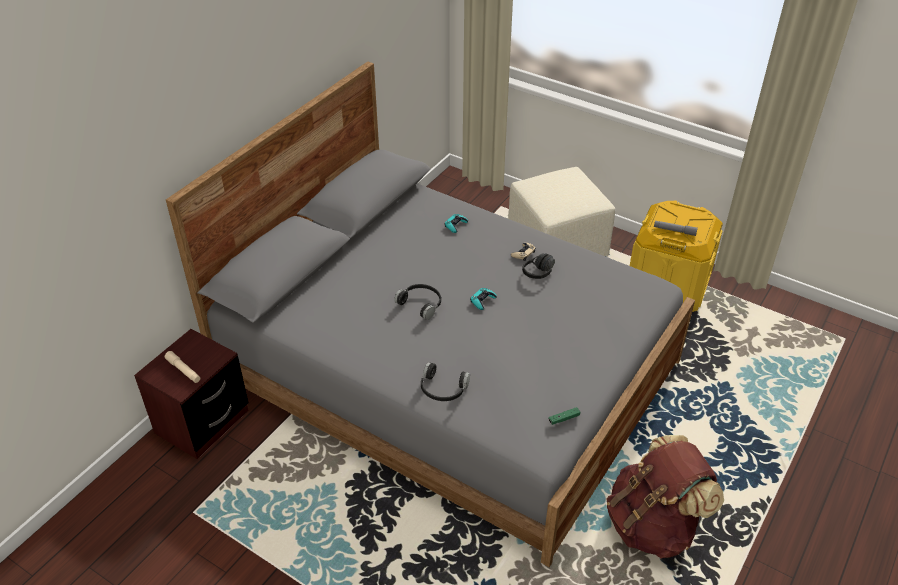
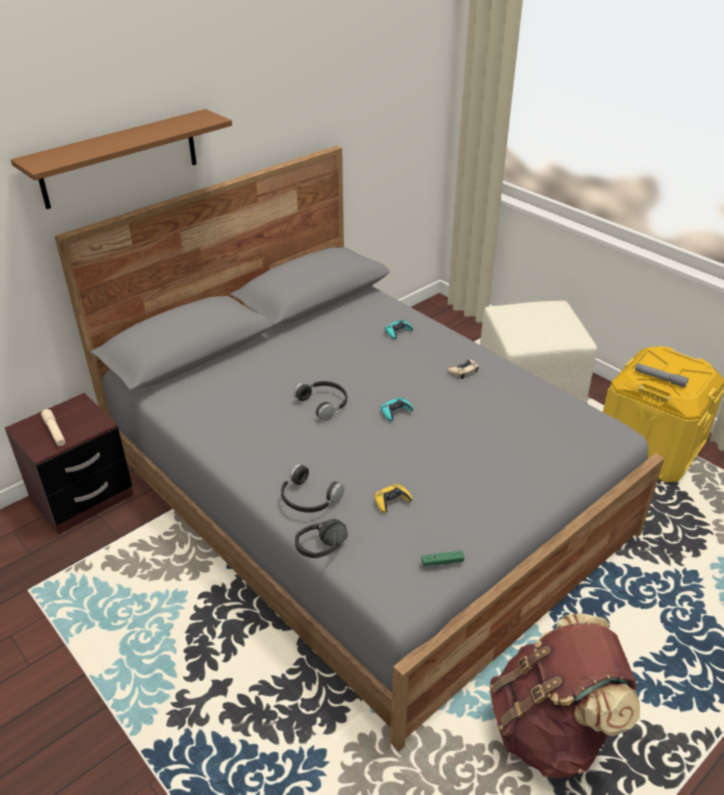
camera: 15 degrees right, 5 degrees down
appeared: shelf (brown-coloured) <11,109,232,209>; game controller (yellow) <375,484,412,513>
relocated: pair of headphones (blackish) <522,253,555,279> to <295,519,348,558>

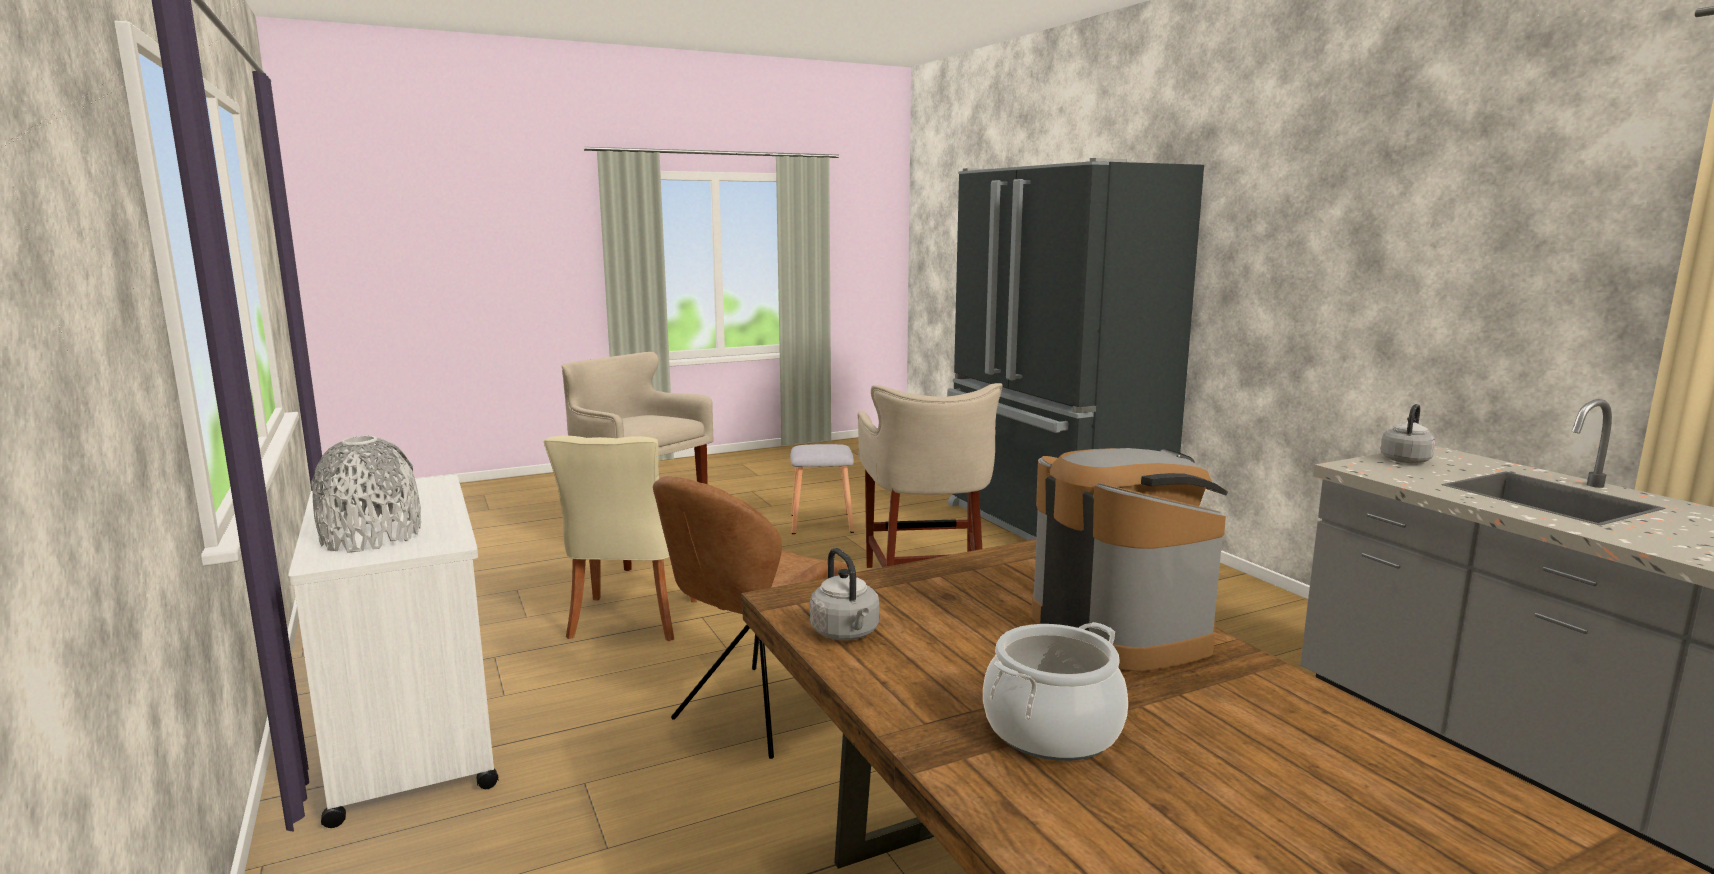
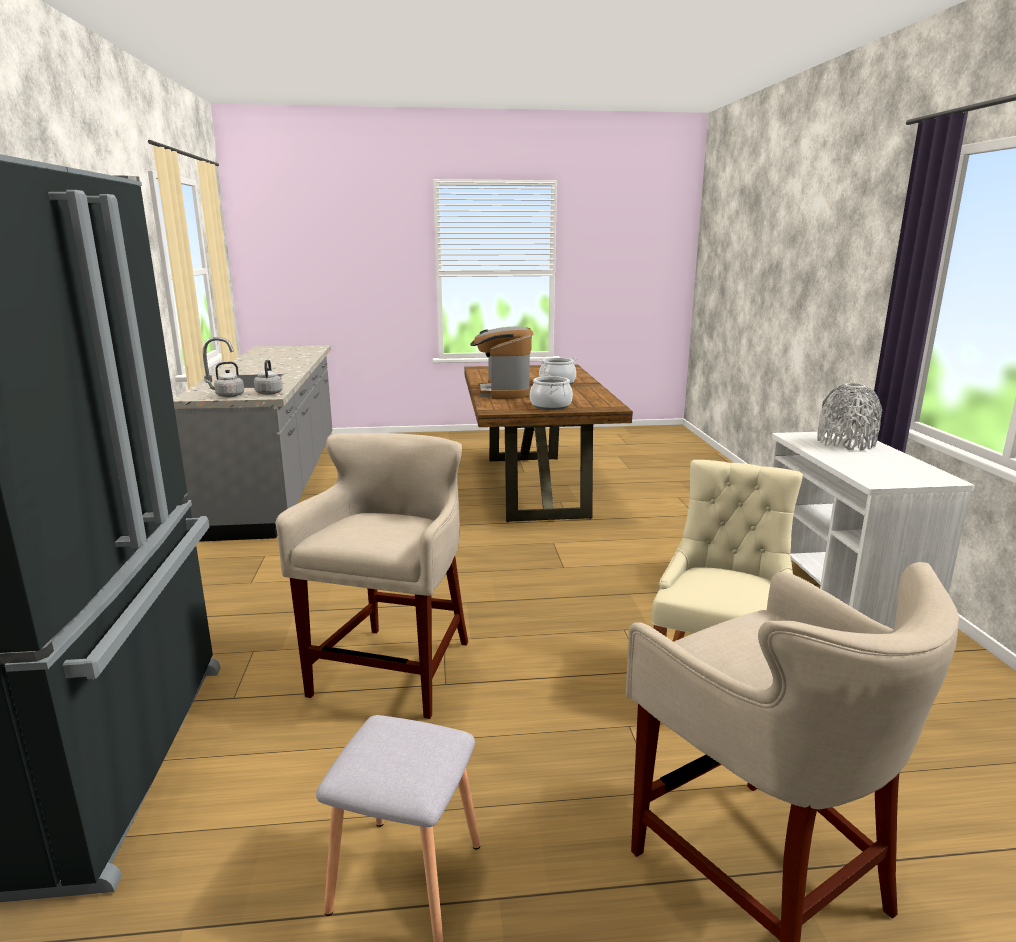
camera: 160 degrees left, 5 degrees up
missing: plain chair (brown-coloured) <653,476,848,759>
appeared: cooking pot <530,374,573,410>
relocated: water kettle (greyish) <810,548,879,640> to <254,360,283,395>

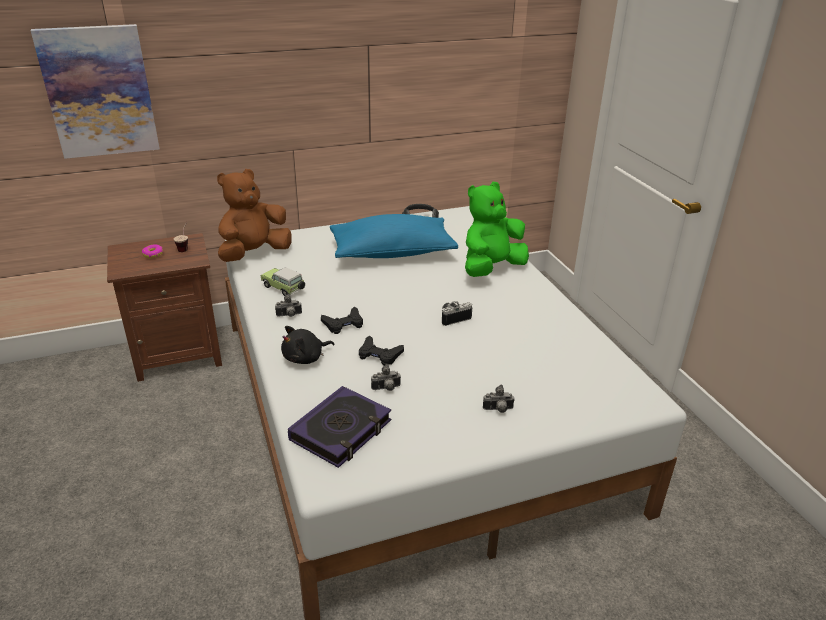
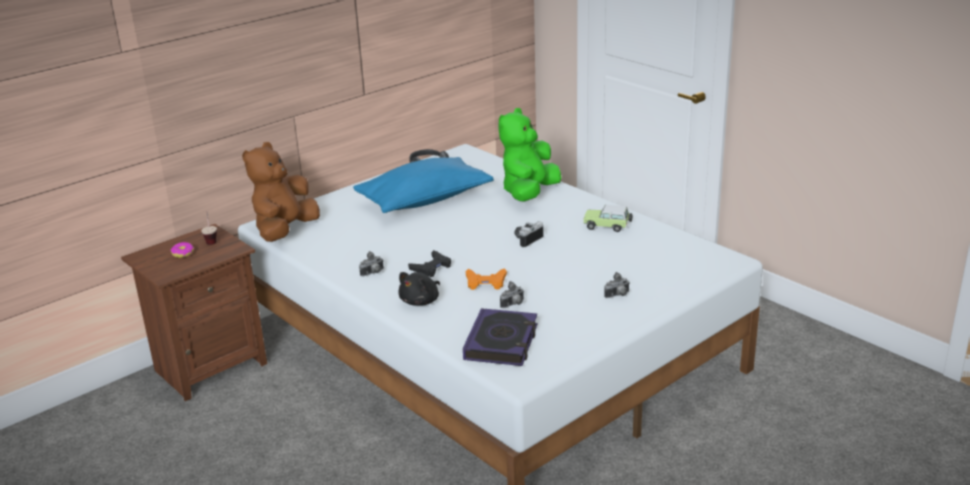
camera: 20 degrees left, 5 degrees down
missing: wall art <31,24,160,159>
relocated: miniature car <261,267,305,296> to <583,205,632,232>
colour: game controller (blackish) <359,335,404,366> to game controller (orangey) <466,268,507,290>

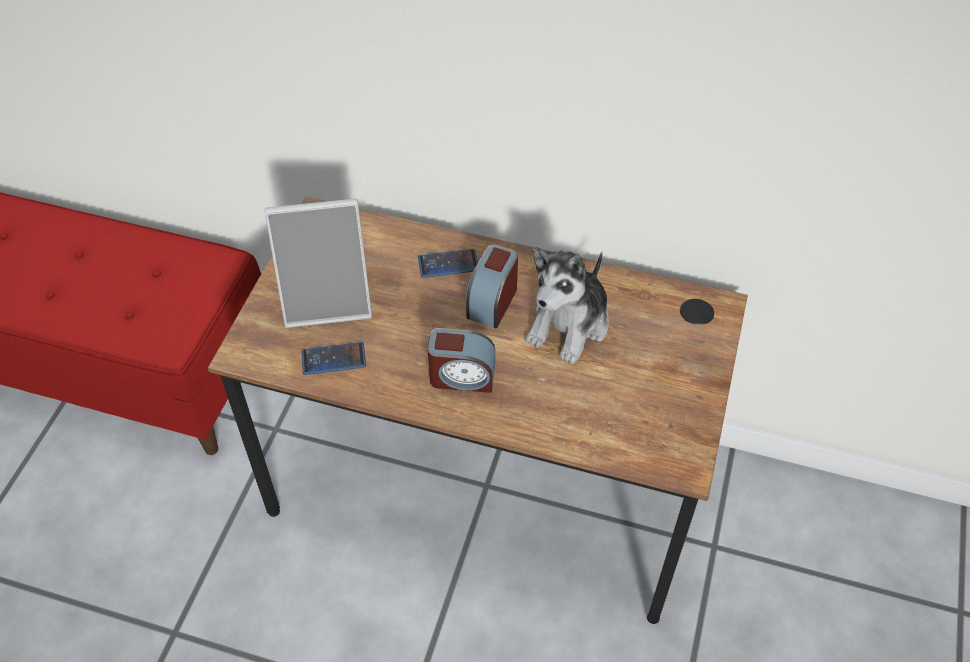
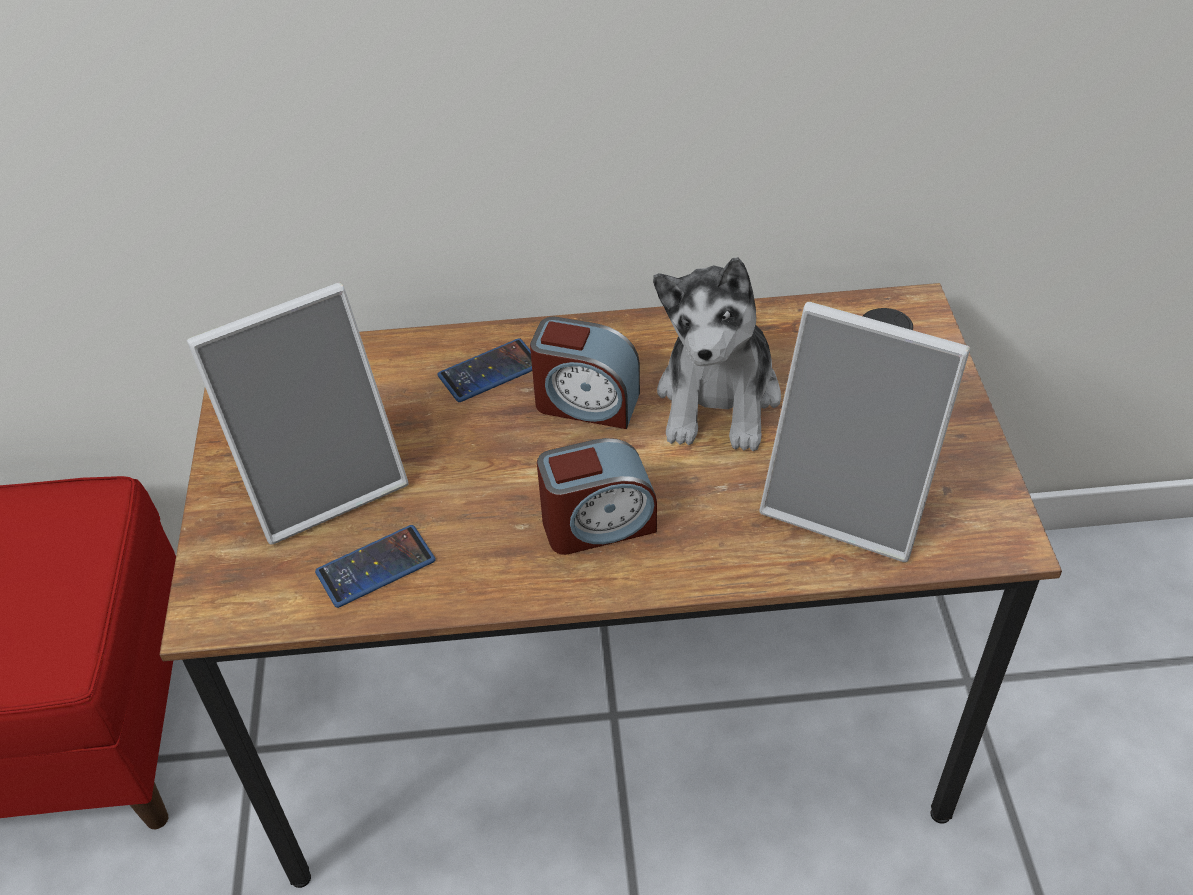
camera: 20 degrees left, 5 degrees down
appeared: picture frame <759,302,970,562>
spun: table clock <466,245,518,328> = <530,317,640,429> 75 degrees counterclockwise

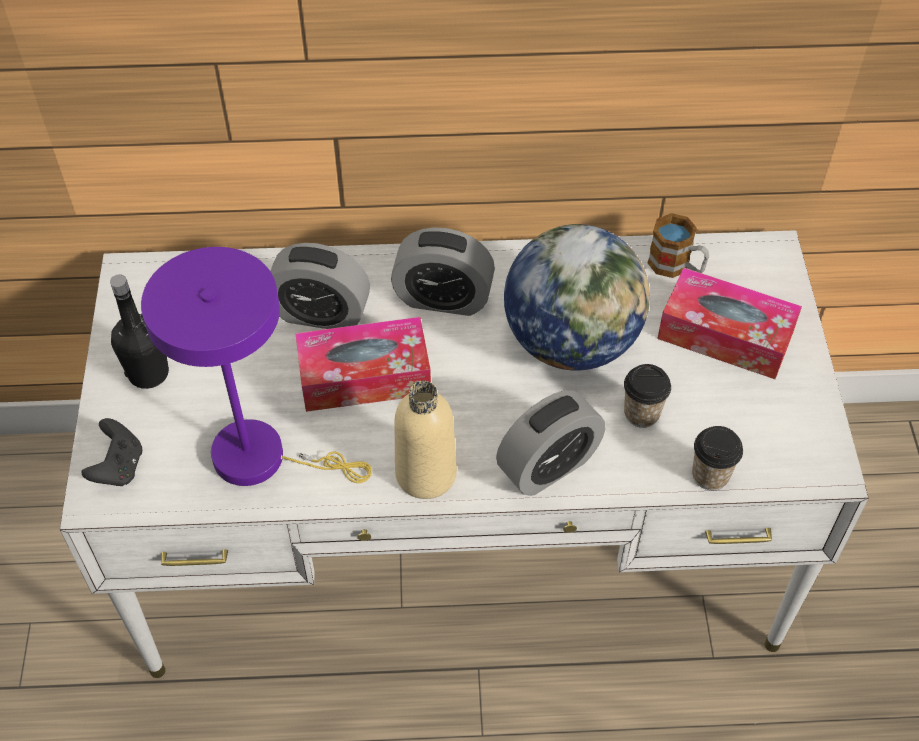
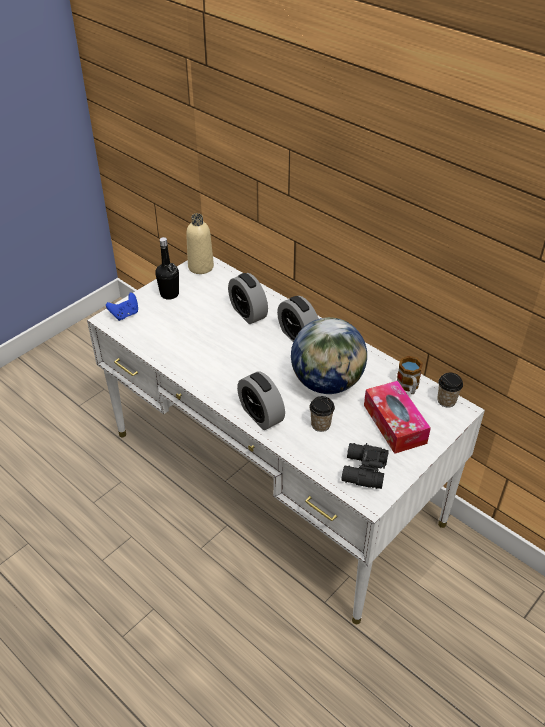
camera: 45 degrees right, 10 degrees down
missing: lamp for a table (purplish) <141,247,372,486>; tissue holder <295,317,431,412>
appeared: field glasses (blackish) <341,443,389,489>
relocated: beverage bottle (sand-coloured) <394,381,457,499> to <186,213,214,274>; small cup <692,426,743,490> to <437,373,463,408>
colour: game controller (blackish) <82,418,142,486> to game controller (blue-coloured) <106,293,138,321>
spun: table clock <496,390,605,496> = <237,371,285,430> 45 degrees clockwise

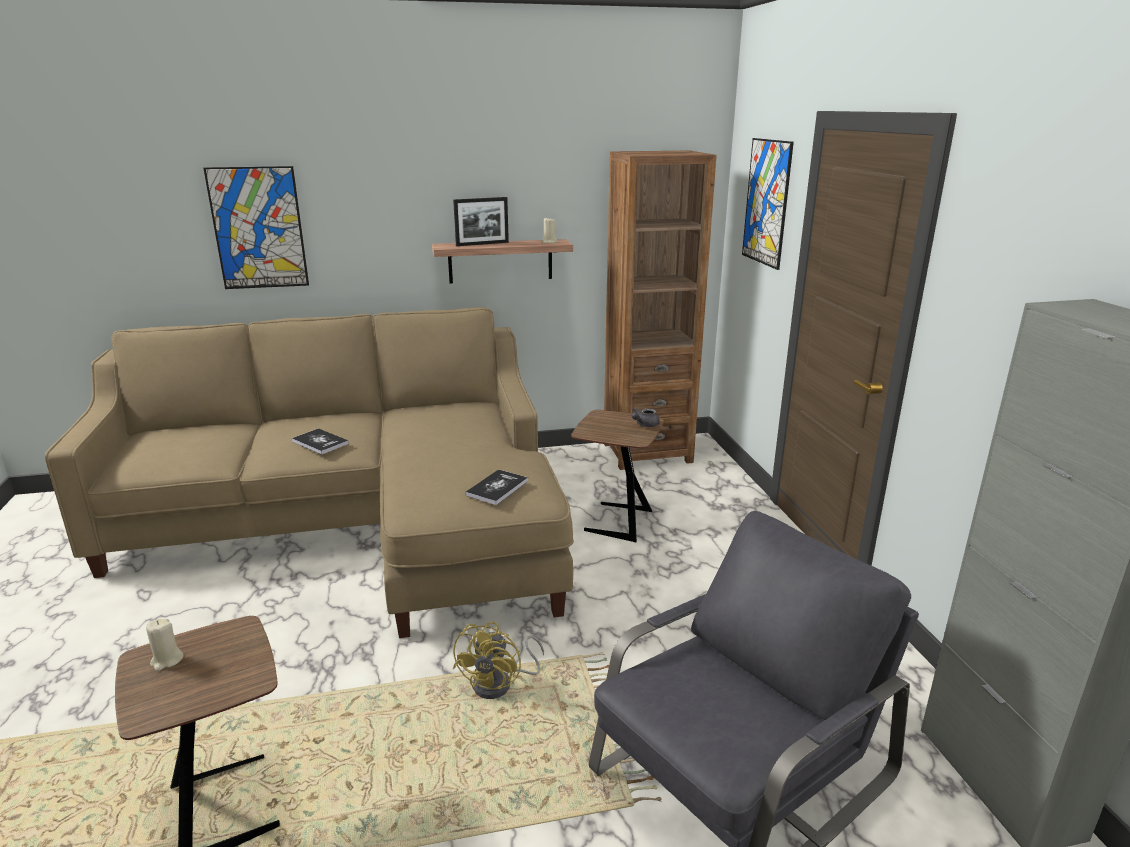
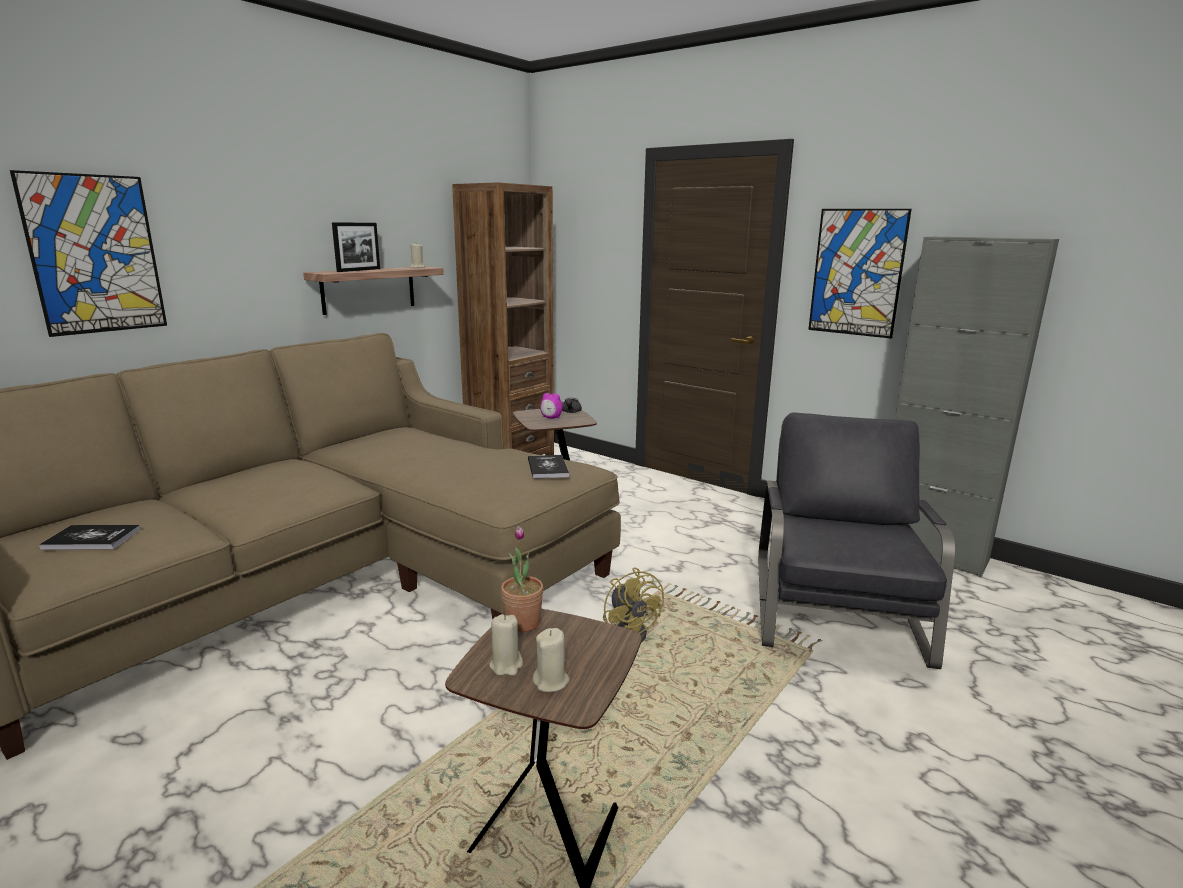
camera: 40 degrees left, 5 degrees down
appeared: table clock <540,393,563,419>; houseplant <501,526,544,632>; wax light (sand-coloured) <533,628,570,692>
relocated: wall art <742,138,794,270> to <808,209,912,339>; volume <292,428,349,455> to <39,525,141,550>

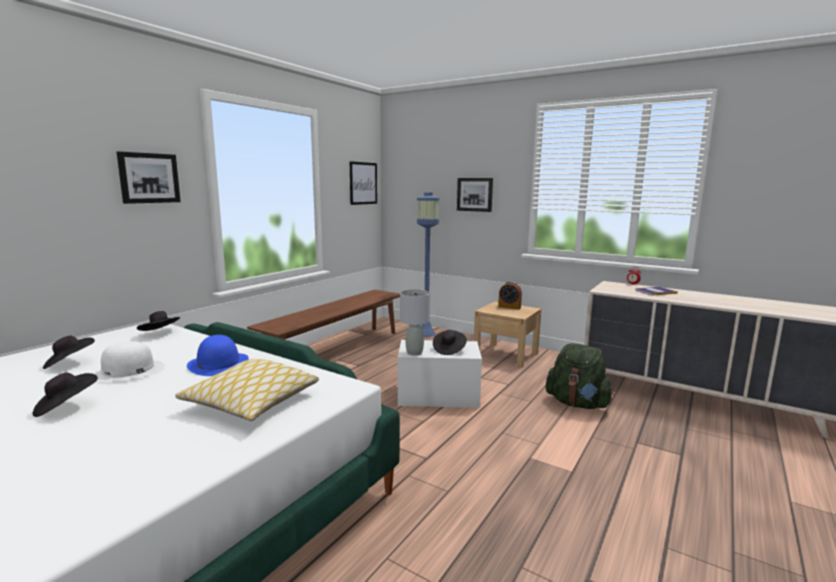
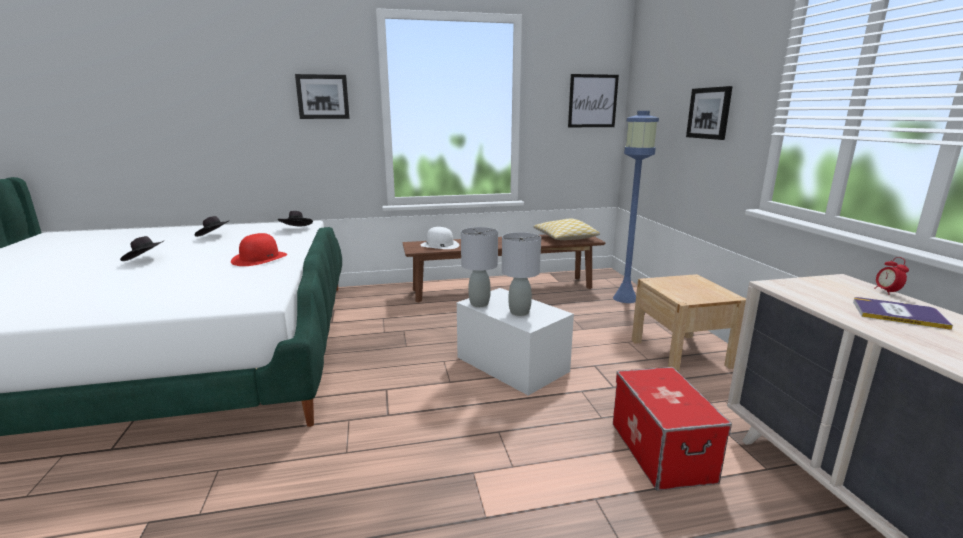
camera: 45 degrees right, 5 degrees up
missing: table clock <498,281,522,310>
relocated: wearable hat (white-coloured) <93,341,165,382> to <420,227,460,249>; throw pillow <175,359,319,421> to <533,219,600,240>
exchanged: wearable hat (blackish) <433,330,467,355> to lamp for a table (greyish) <502,232,541,316>; knapsack (green-coloured) <546,343,614,409> to storage box <613,367,732,491>
colour: wearable hat (blue-coloured) <187,335,249,376> to wearable hat (red) <231,233,287,266>

